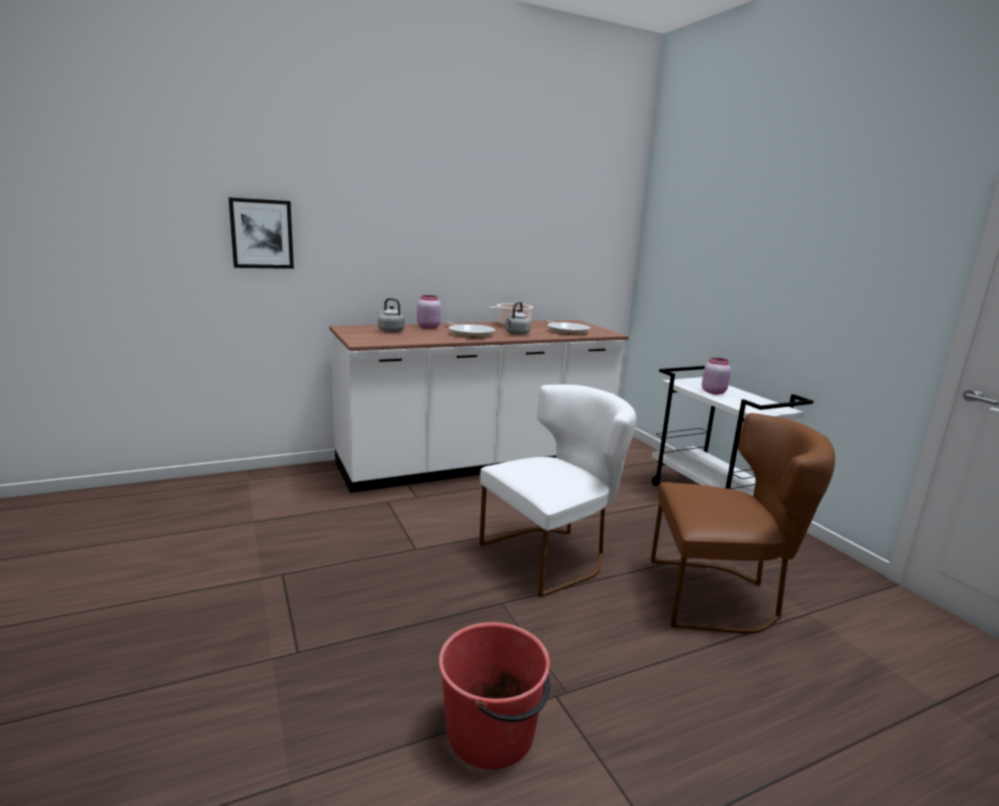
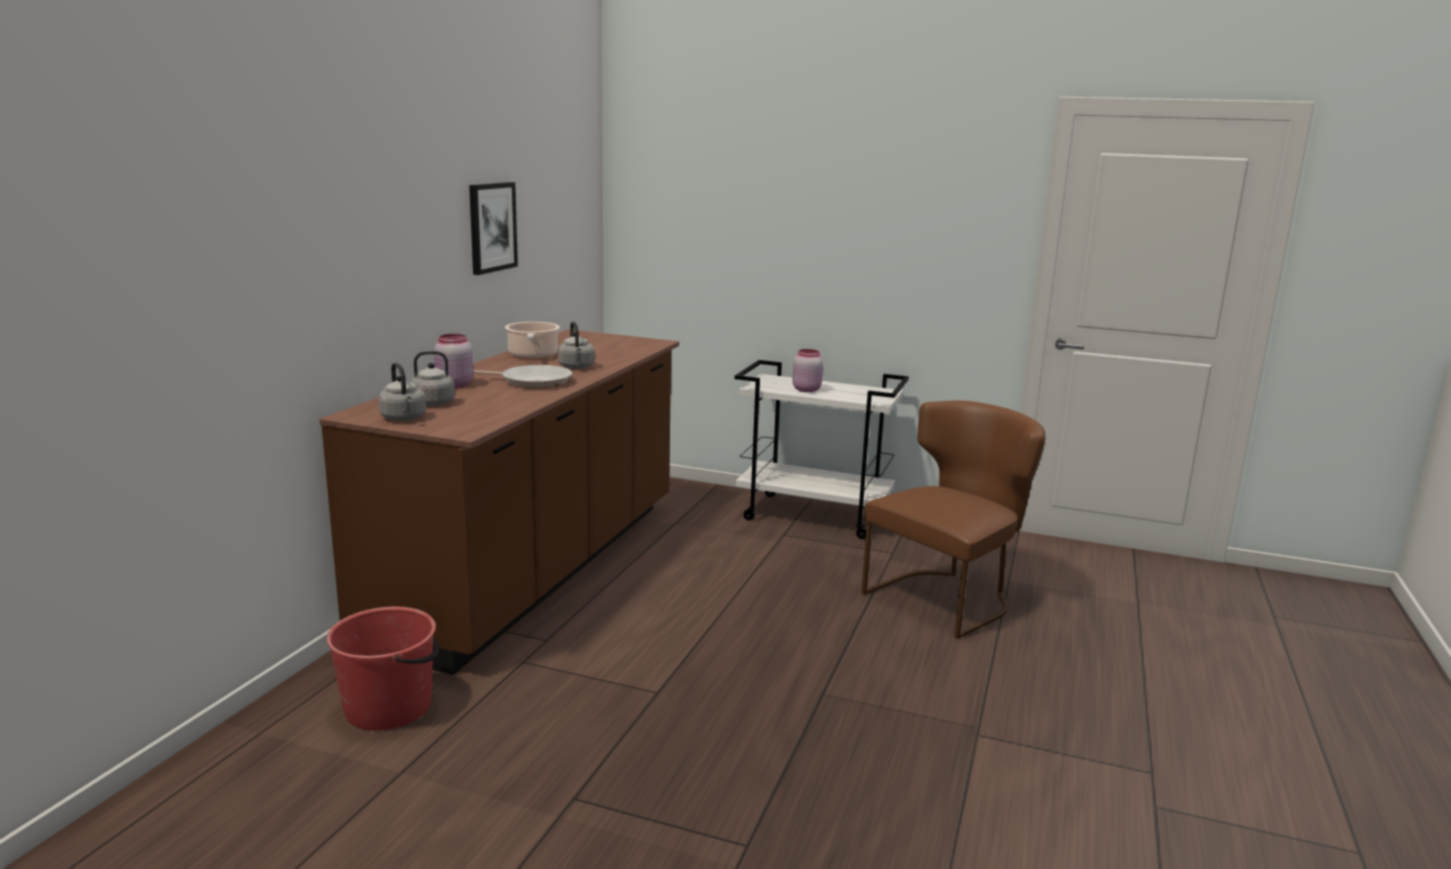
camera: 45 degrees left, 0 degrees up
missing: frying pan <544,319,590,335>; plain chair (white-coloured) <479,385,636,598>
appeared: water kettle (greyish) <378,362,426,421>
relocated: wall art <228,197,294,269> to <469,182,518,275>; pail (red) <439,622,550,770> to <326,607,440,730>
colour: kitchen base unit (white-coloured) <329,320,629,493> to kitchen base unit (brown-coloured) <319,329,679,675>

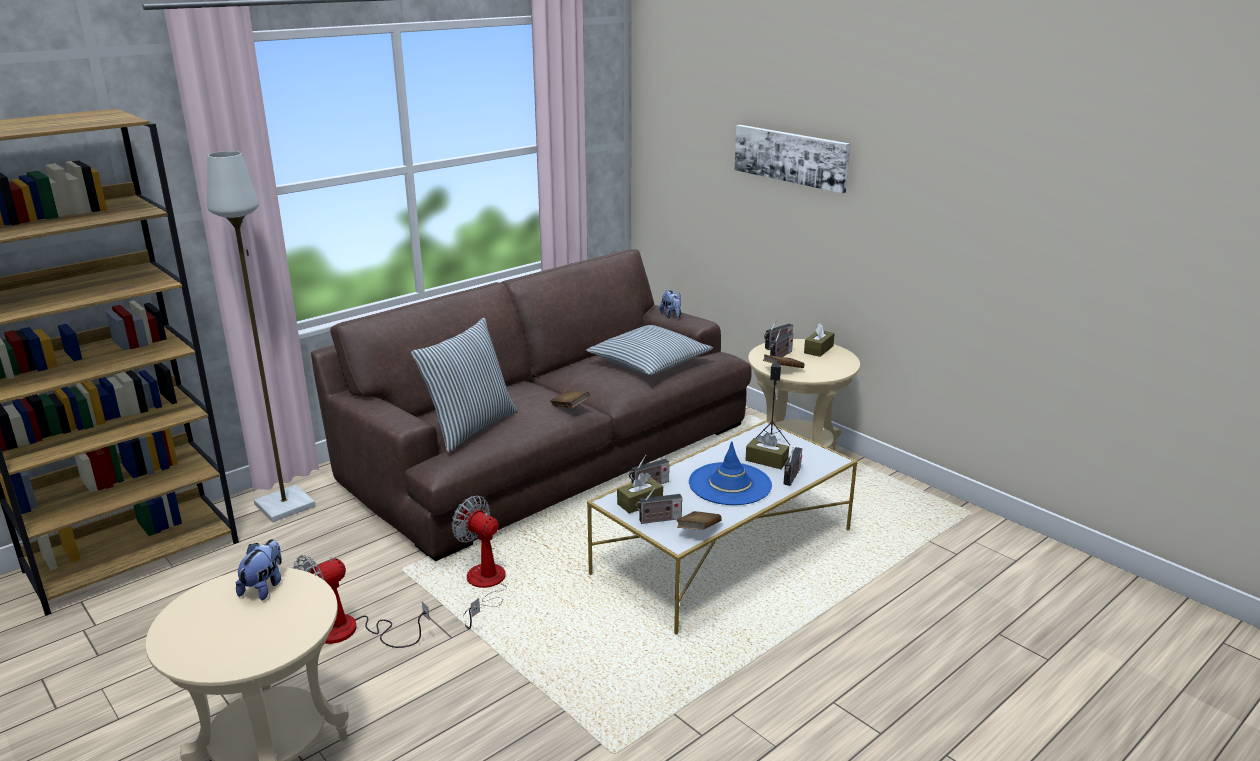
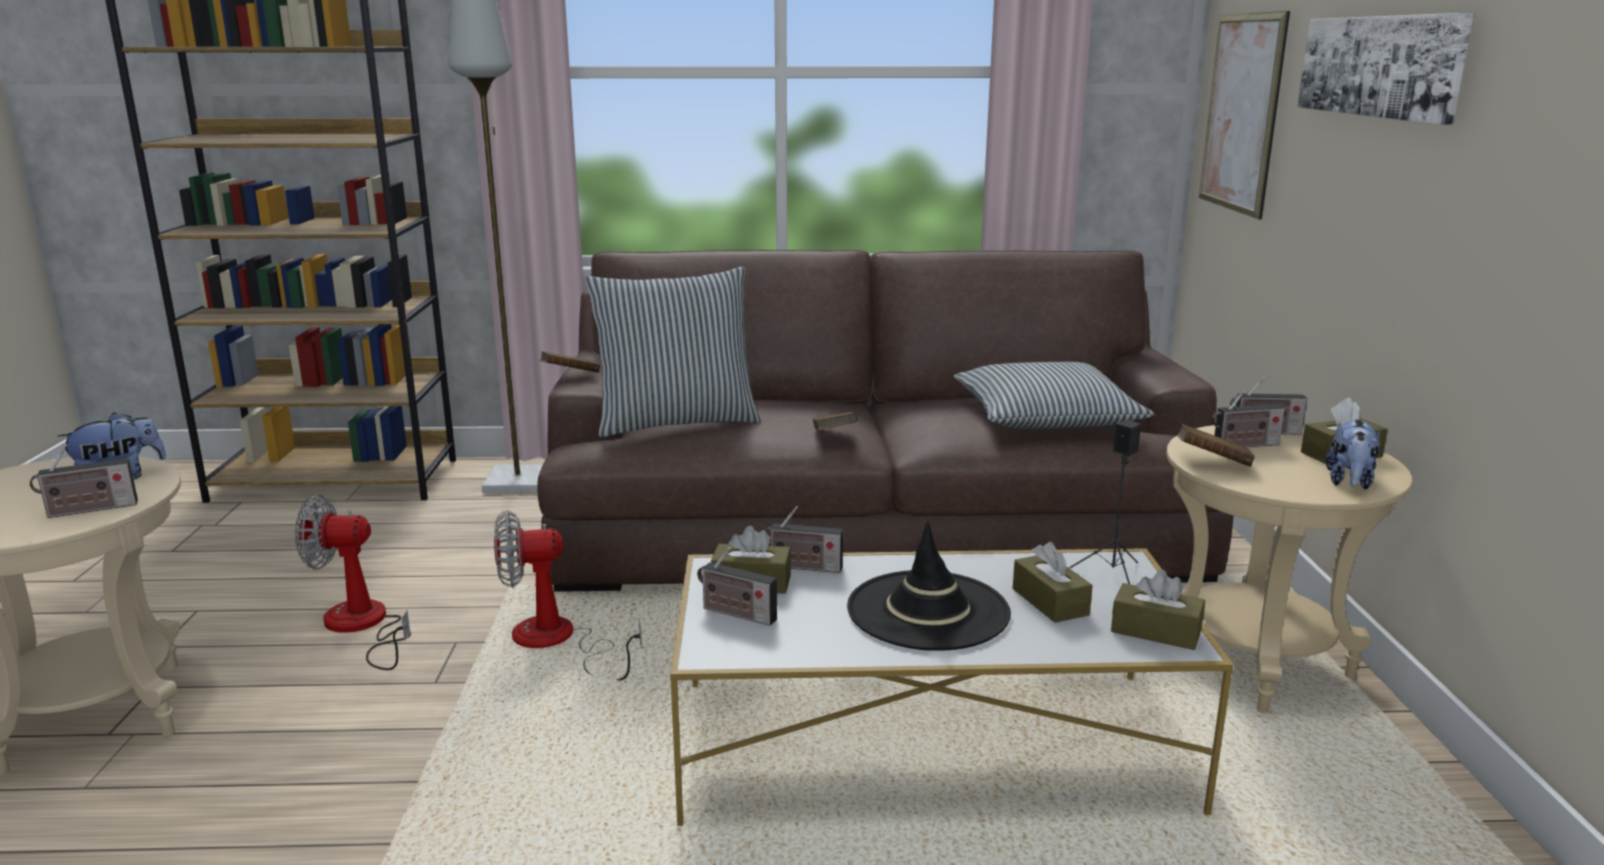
camera: 40 degrees right, 5 degrees down
appeared: wall art <1199,11,1290,220>; tissue holder (brown-coloured) <1111,570,1205,650>
relocated: cuddly toy <660,290,681,319> to <1326,419,1380,489>; radio receiver <783,447,802,486> to <30,444,138,518>; volume (brown-coloured) <677,511,722,530> to <540,351,600,373>
colour: wearable hat (blue-coloured) <689,441,772,505> to wearable hat (blackish) <847,522,1011,651>
spun: electric fan <451,496,507,629> = <494,510,642,681> 90 degrees counterclockwise

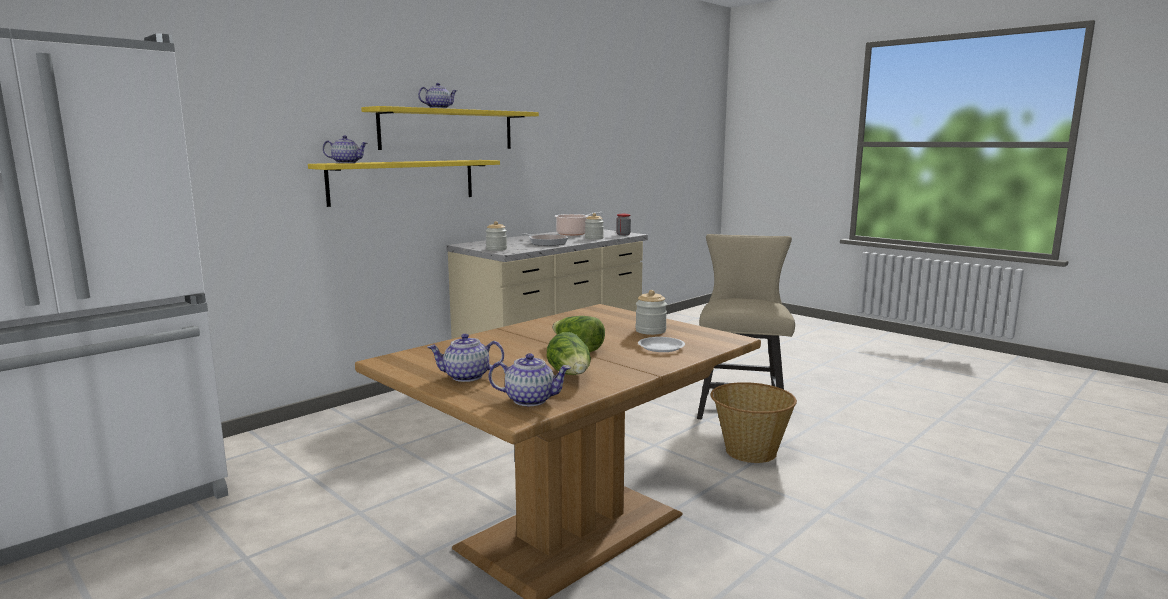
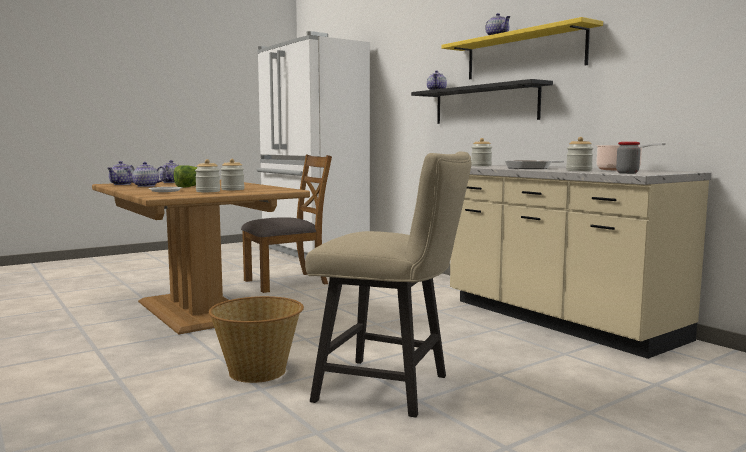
camera: 100 degrees right, 5 degrees down
appeared: plain chair (brown-coloured) <241,154,332,293>; jar <221,159,245,190>
exchanged: lettuce <547,332,591,375> to tea pot <124,162,167,187>
colour: shelf (yellow) <308,160,500,207> to shelf (blackish) <411,79,553,124>

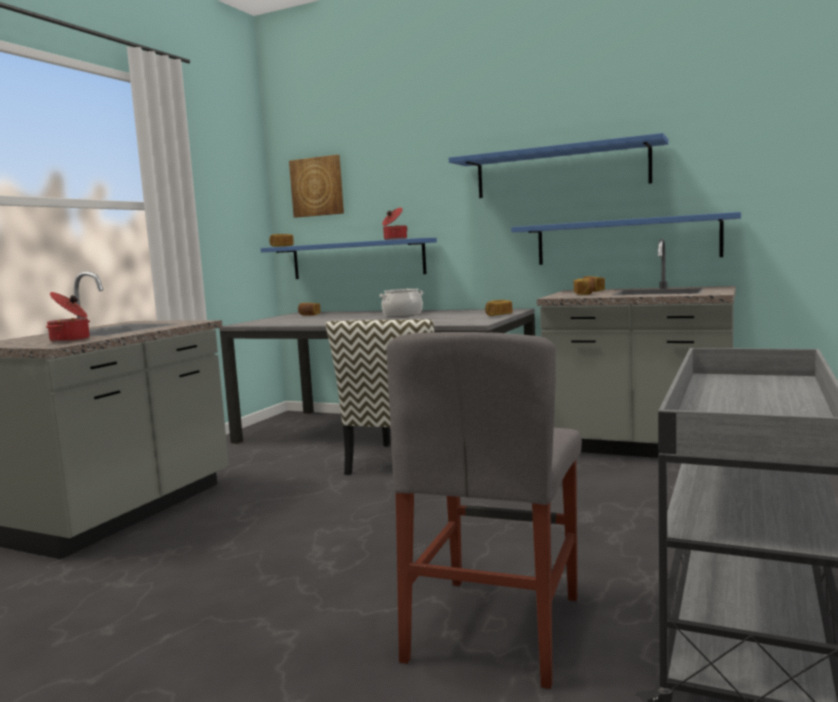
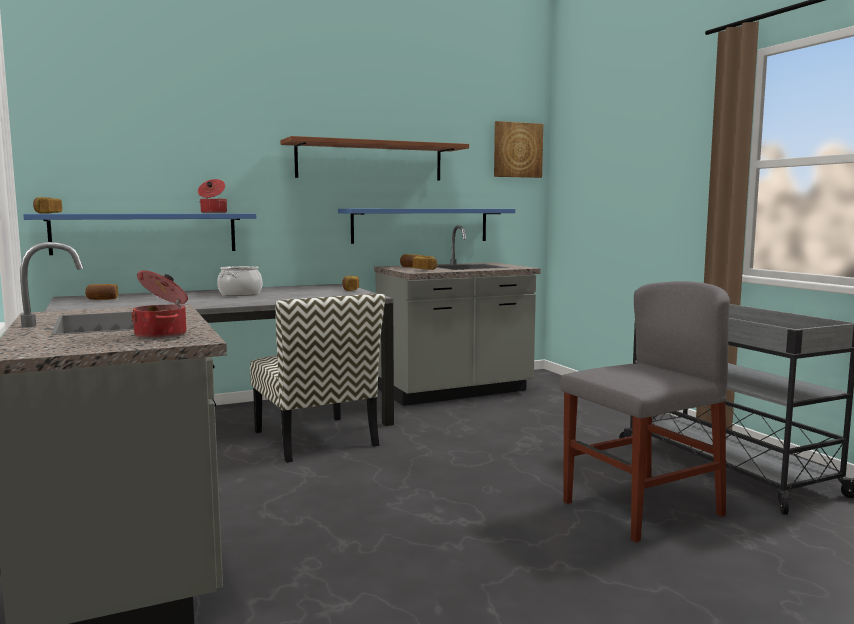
camera: 50 degrees left, 0 degrees up
relocated: wall art <289,155,344,218> to <494,121,543,178>
colour: shelf (blue-coloured) <449,133,669,198> to shelf (brown-coloured) <280,136,469,181>
spun: plain chair (greyish) <386,332,582,689> = <560,281,730,542> 90 degrees counterclockwise

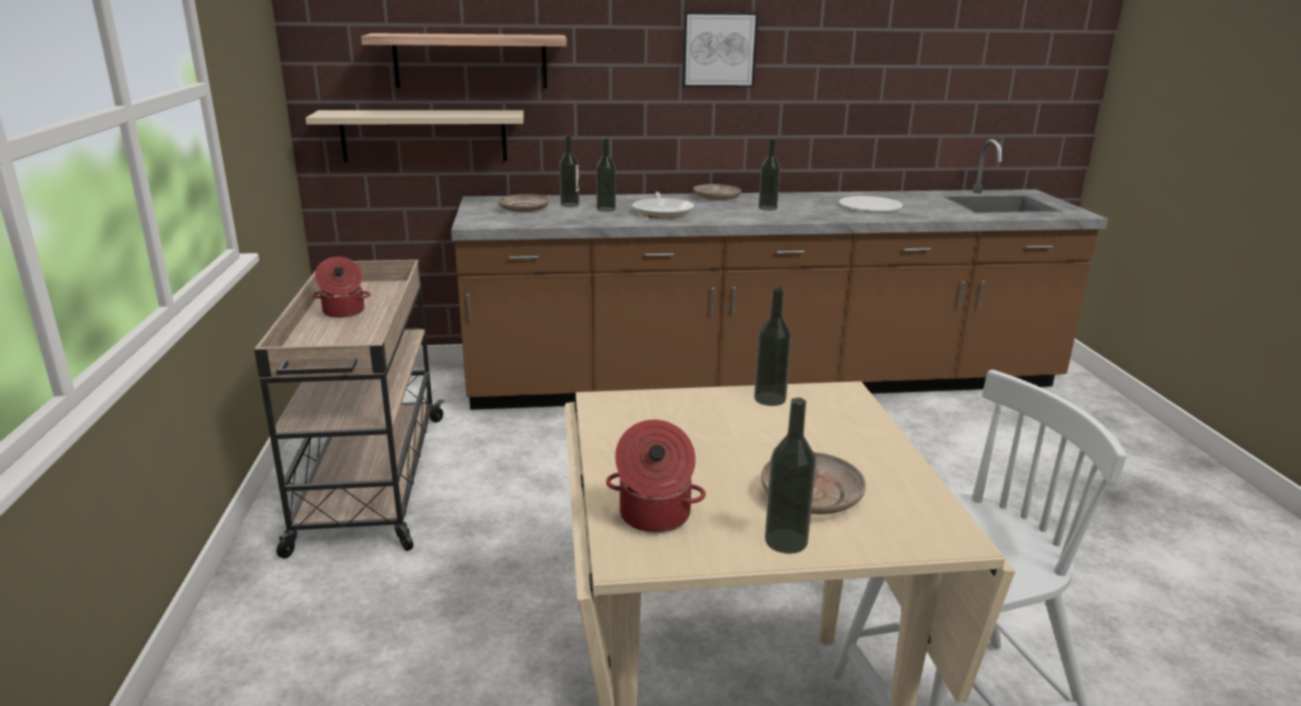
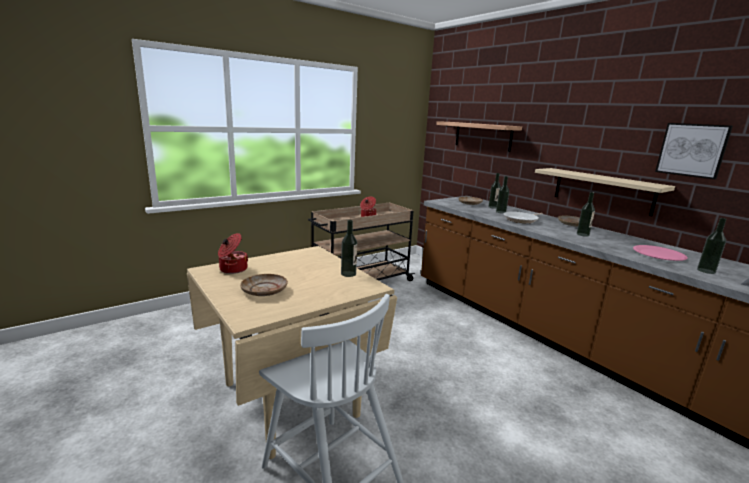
camera: 60 degrees right, 5 degrees down
relocated: wall art <682,11,758,88> to <655,123,733,179>; shelf (sand-coloured) <306,110,524,162> to <535,168,675,216>; beverage bottle <765,398,816,554> to <697,218,726,274>
colour: dinner plate (white-coloured) <839,196,903,212> to dinner plate (pinkish) <633,245,687,261>

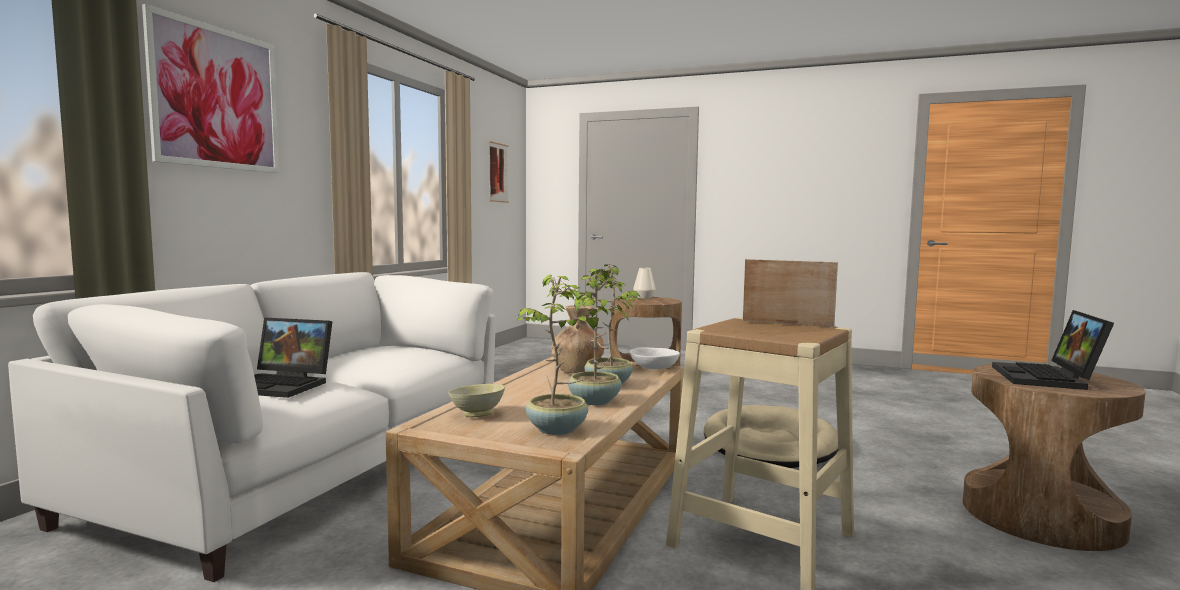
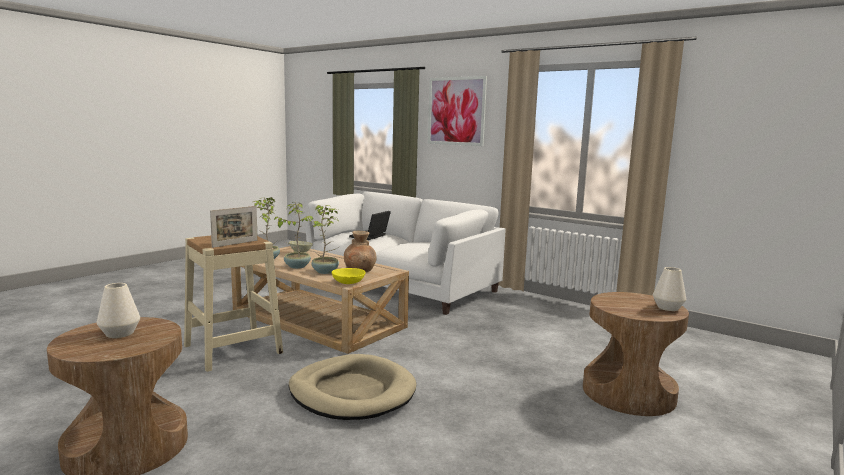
camera: 105 degrees right, 5 degrees up
missing: wall art <488,141,509,203>
exchanged: portable computer <992,310,1114,390> to flower vase (white-coloured) <97,283,140,338>
colour: serving bowl (white-coloured) <629,347,680,369> to serving bowl (yellow) <332,268,365,284>

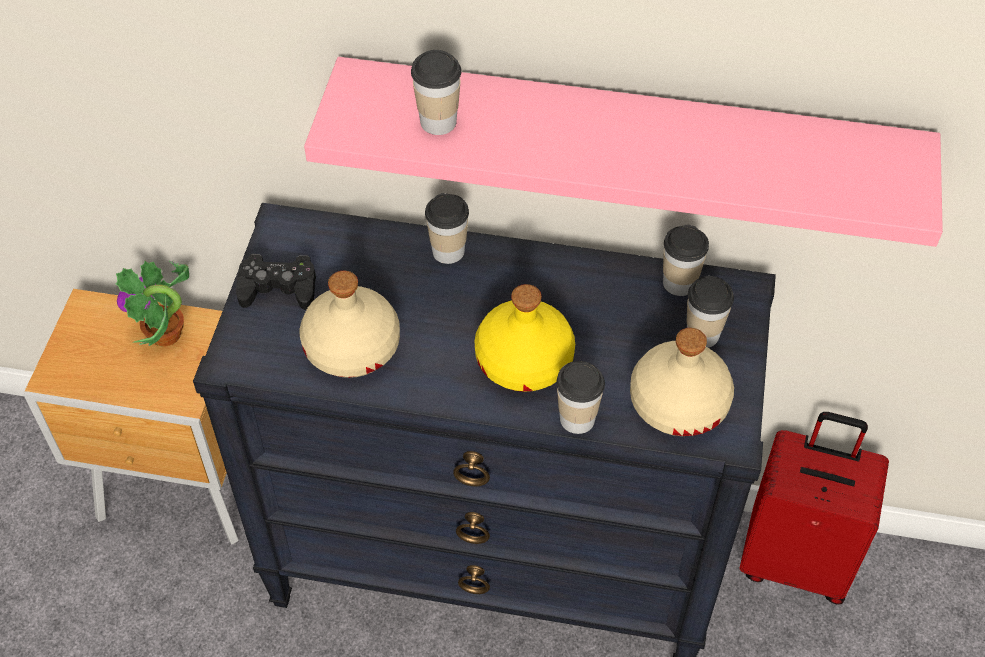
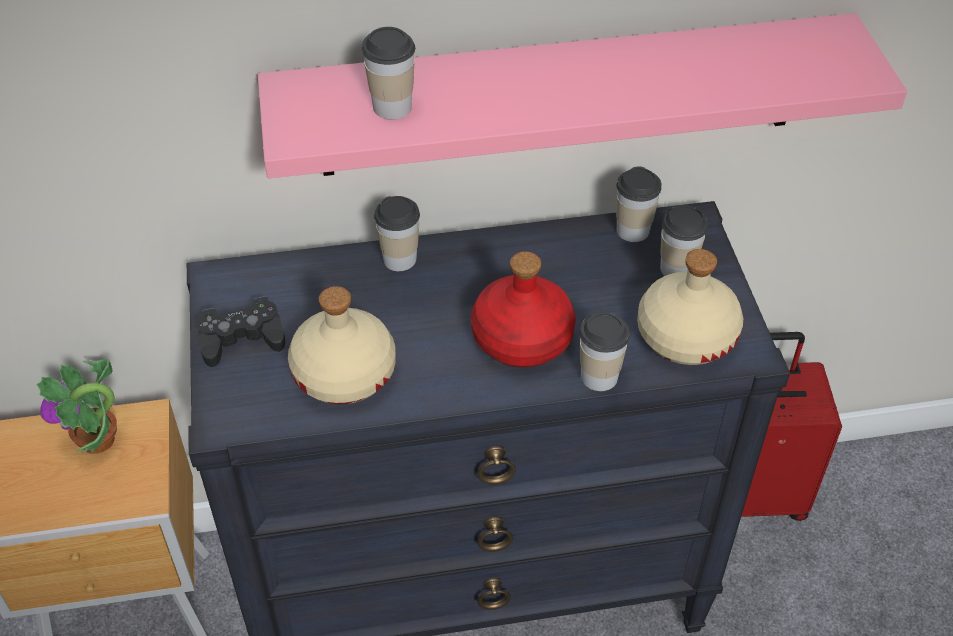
camera: 20 degrees left, 5 degrees down
colour: beverage bottle (yellow) <475,284,575,392> to beverage bottle (red) <471,251,576,368>

